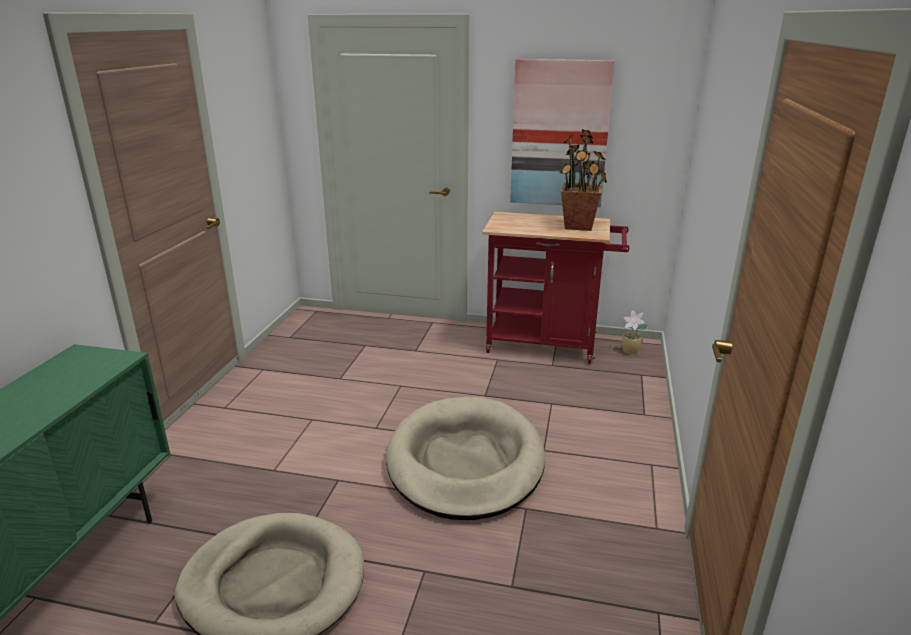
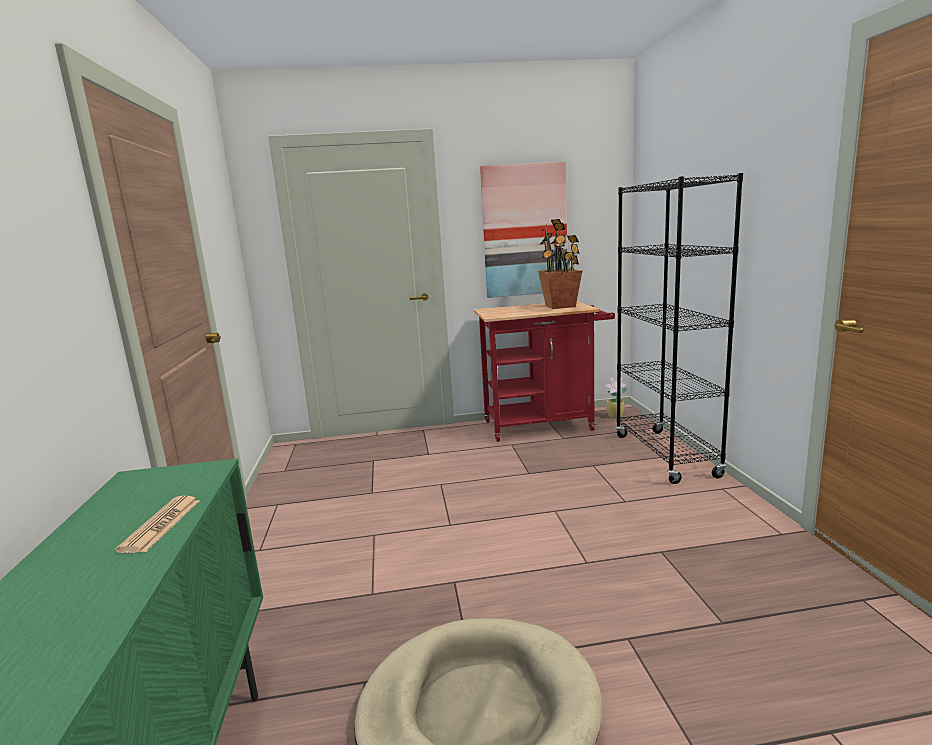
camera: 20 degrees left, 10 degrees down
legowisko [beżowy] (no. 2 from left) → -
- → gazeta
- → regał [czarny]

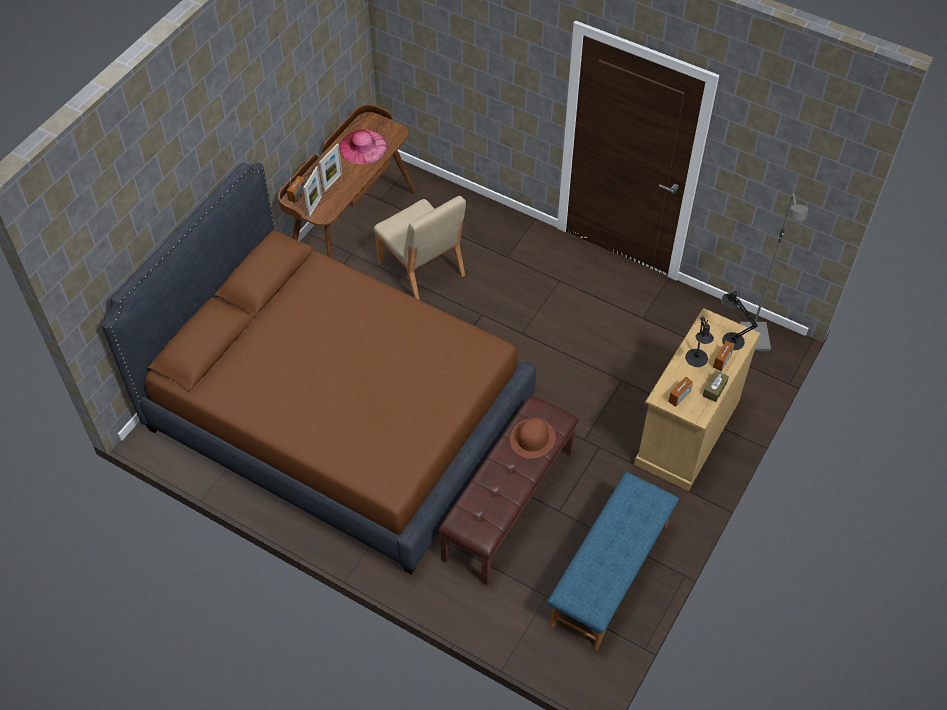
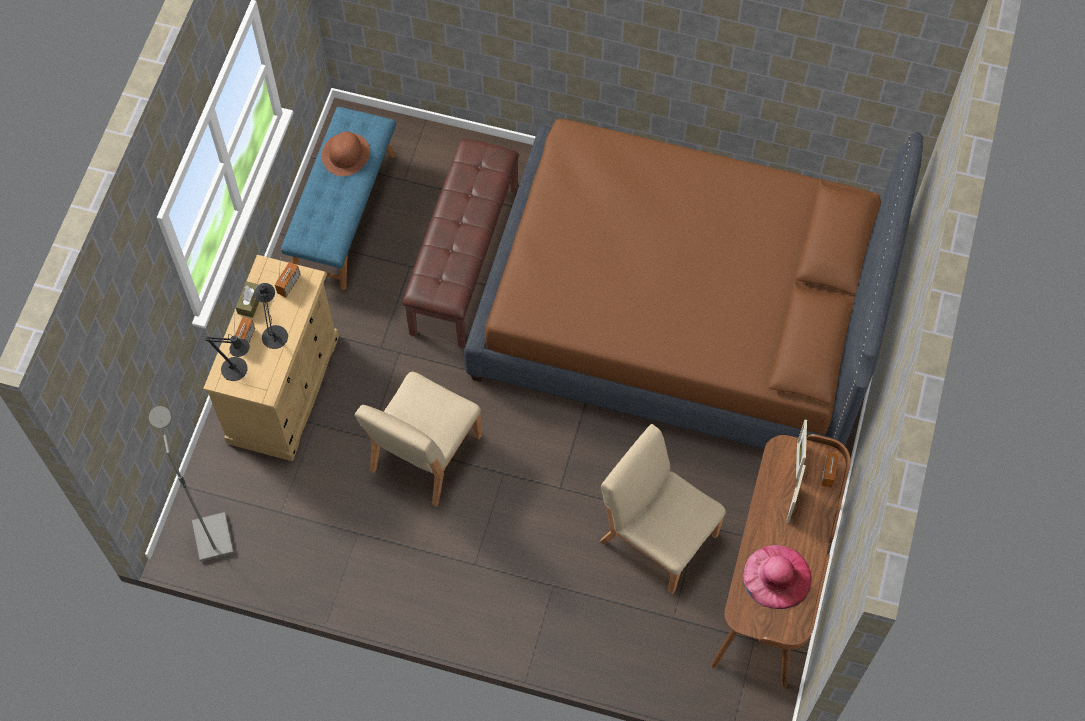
camera: 165 degrees right, 10 degrees up
kapelusz [brązowy], relocated
- → krzesło [beżowy] (no. 1 from left)

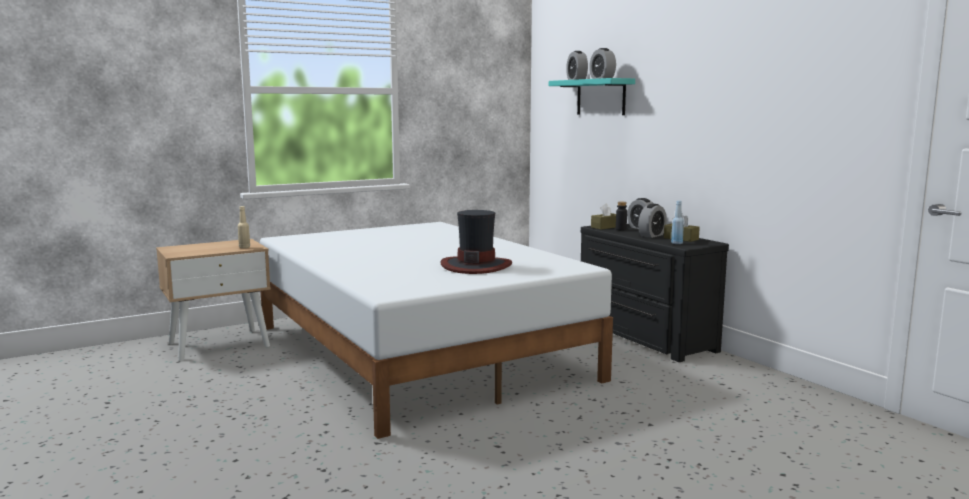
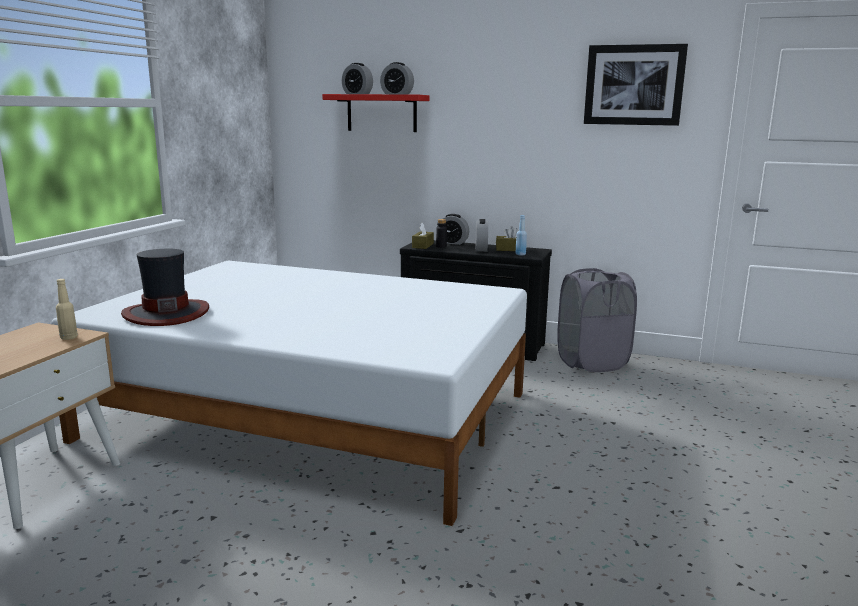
camera: 40 degrees left, 5 degrees up
kapelusz, relocated
półka [turkusowy] → półka [czerwony]
- → kosz na pranie [szary]
- → obraz

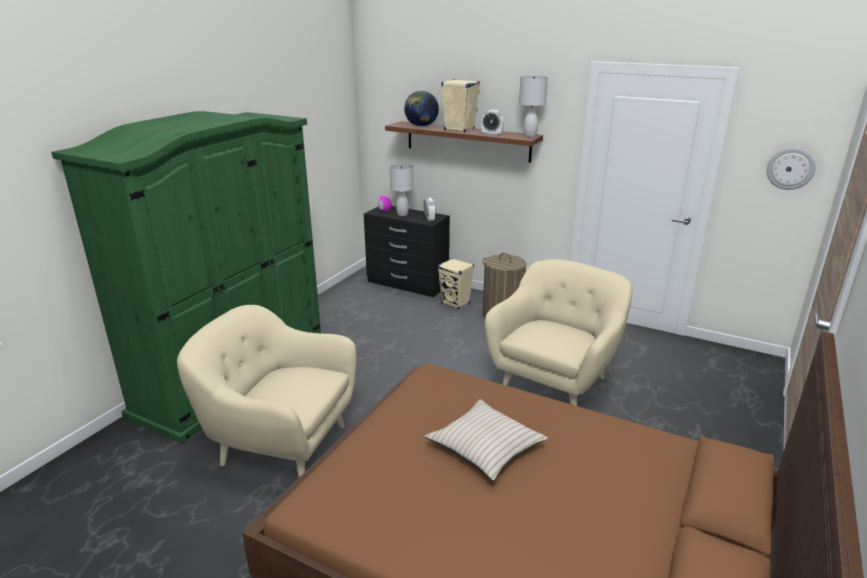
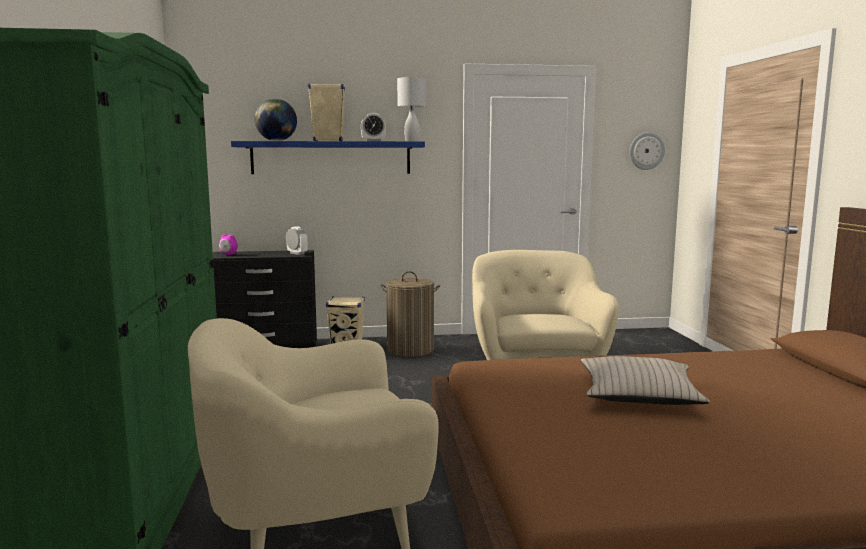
camera: 35 degrees left, 15 degrees down
półka [brązowy] → półka [niebieski]
lampa stołowa [biały] (no. 1 from left) → -

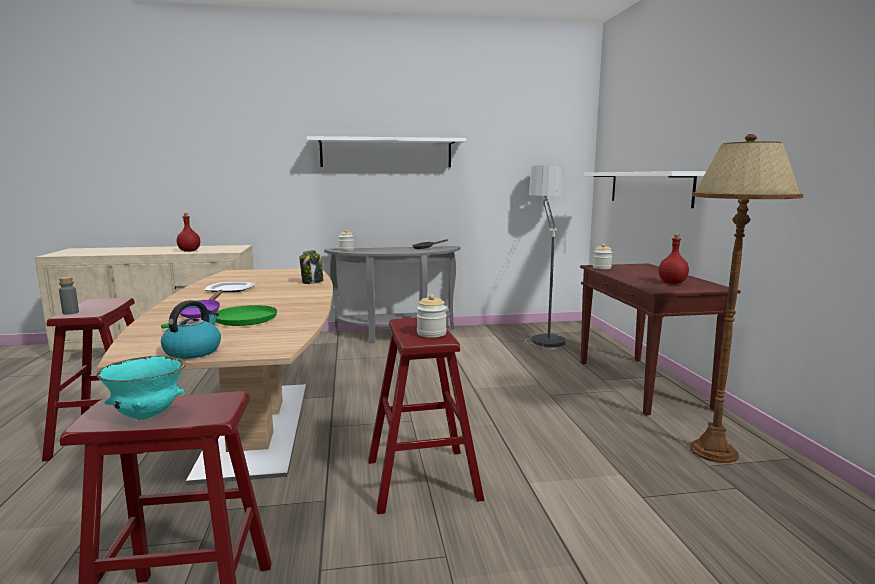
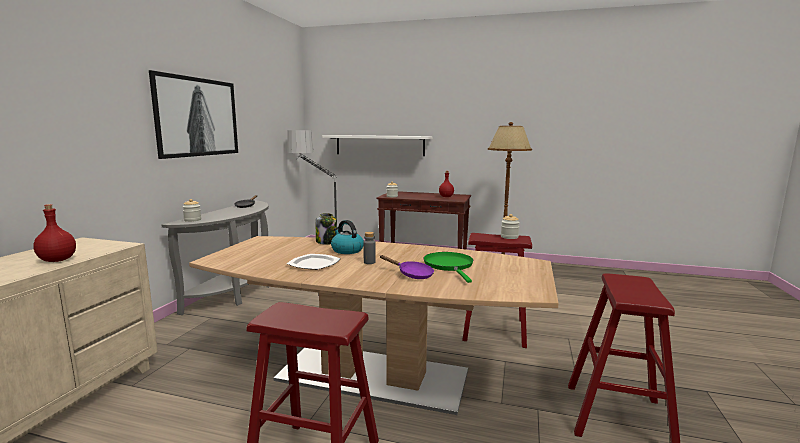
camera: 65 degrees left, 0 degrees up
butelka [szary], relocated
miska [turkusowy] → -
czajnik, relocated
półka [biały] (no. 1 from left) → obraz

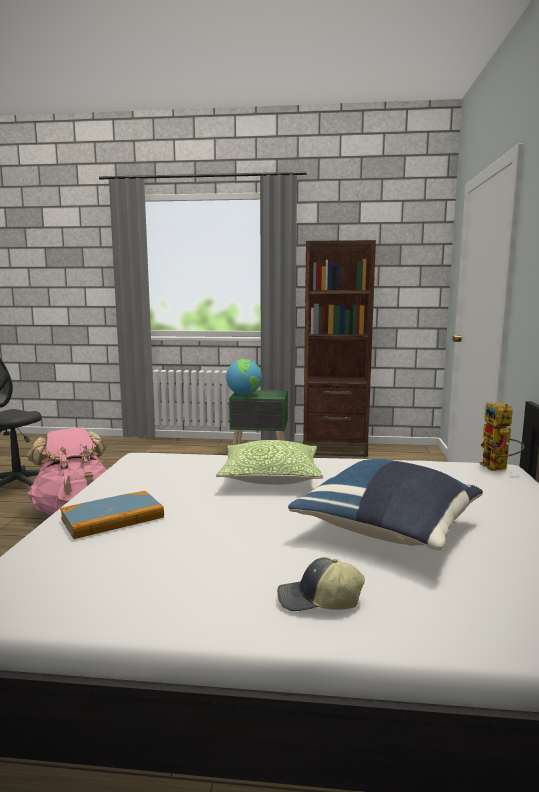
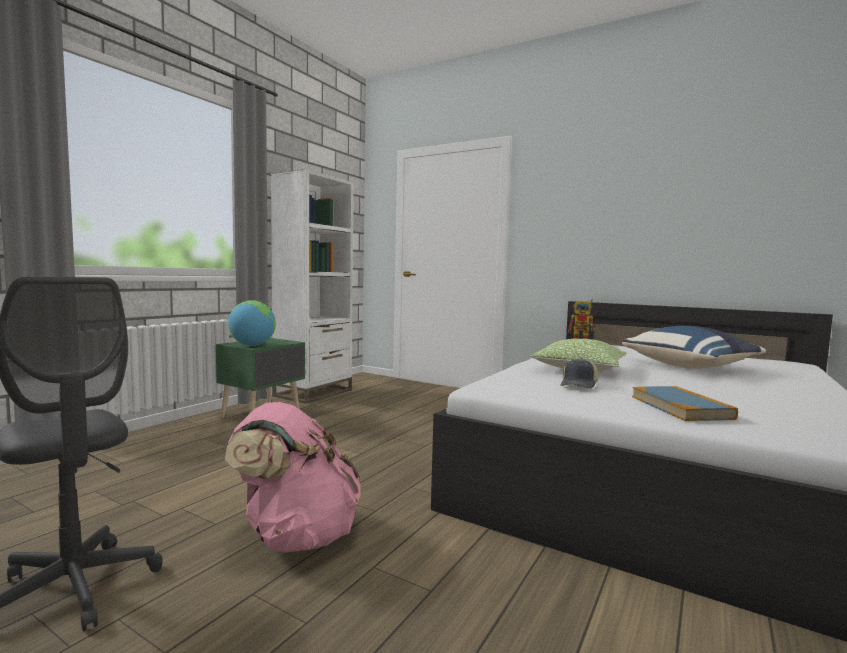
camera: 65 degrees left, 5 degrees down
czapka z daszkiem, relocated
regał [brązowy] → regał [biały]

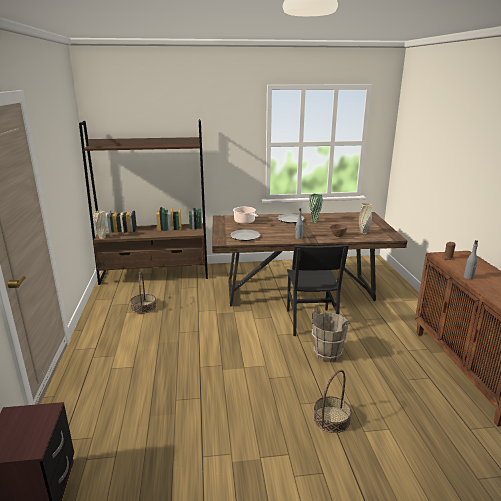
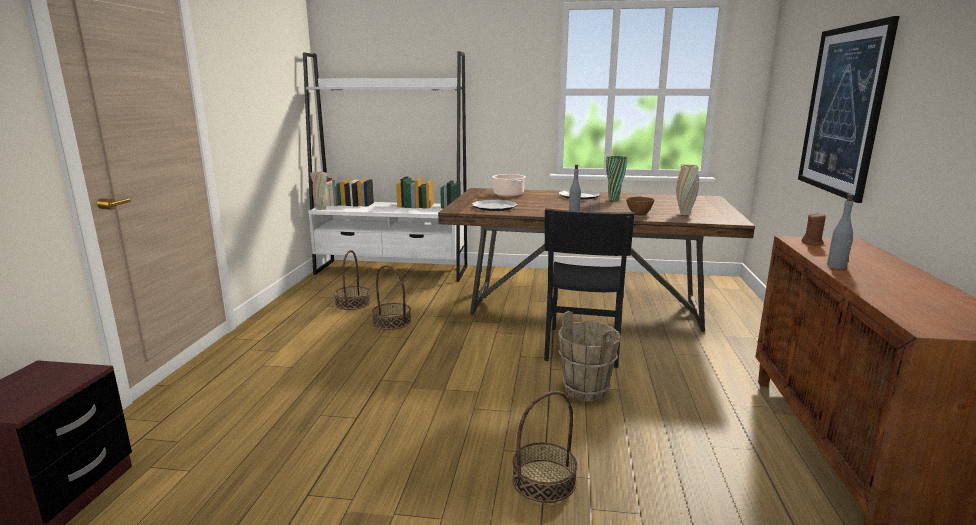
camera: 15 degrees right, 5 degrees down
regał [brązowy] → regał [biały]
- → koszyk (no. 2 from left)
- → obraz

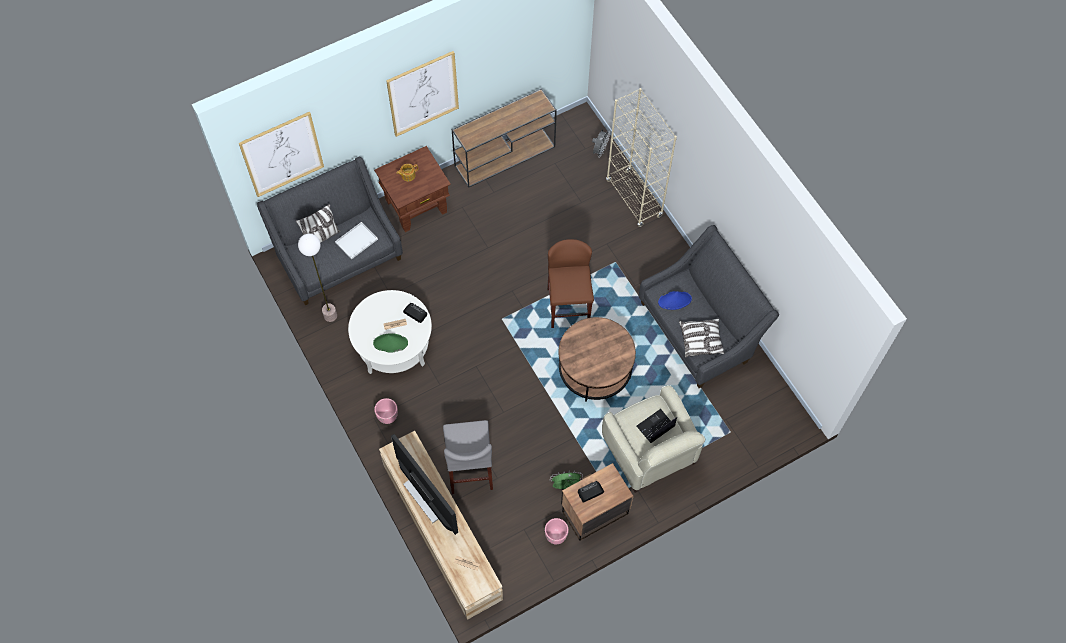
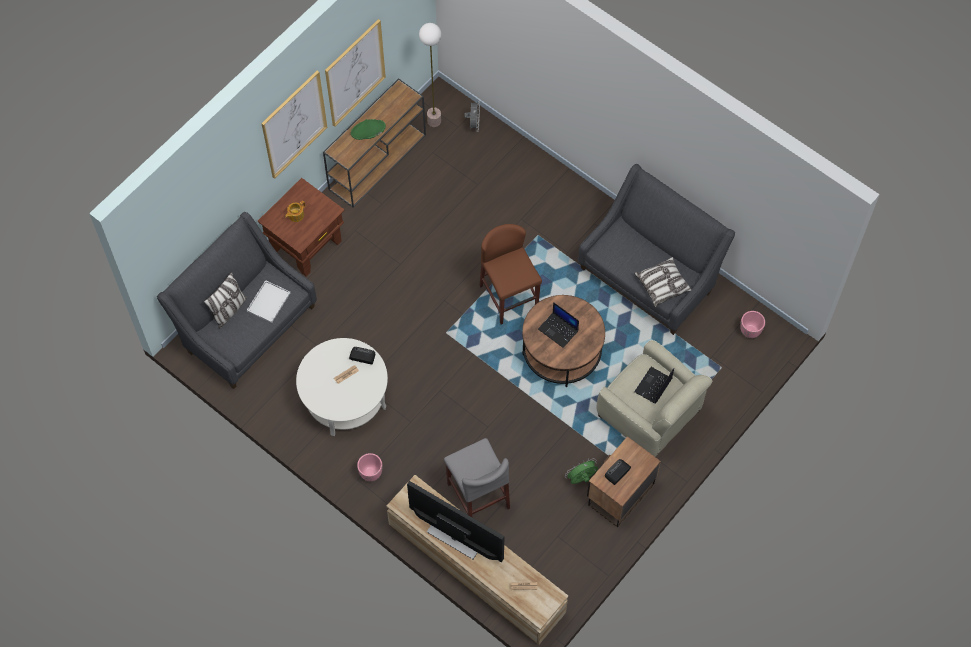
camera: 20 degrees left, 0 degrees up
obraz (no. 1 from left in the first image) → obraz (no. 2 from left), relocated
lampa stojąca, relocated
kapelusz [zielony], relocated
donica [różowy] (no. 2 from left), relocated
regał [beżowy] → -
kapelusz [niebieski] → -
- → laptop (no. 1 from left)

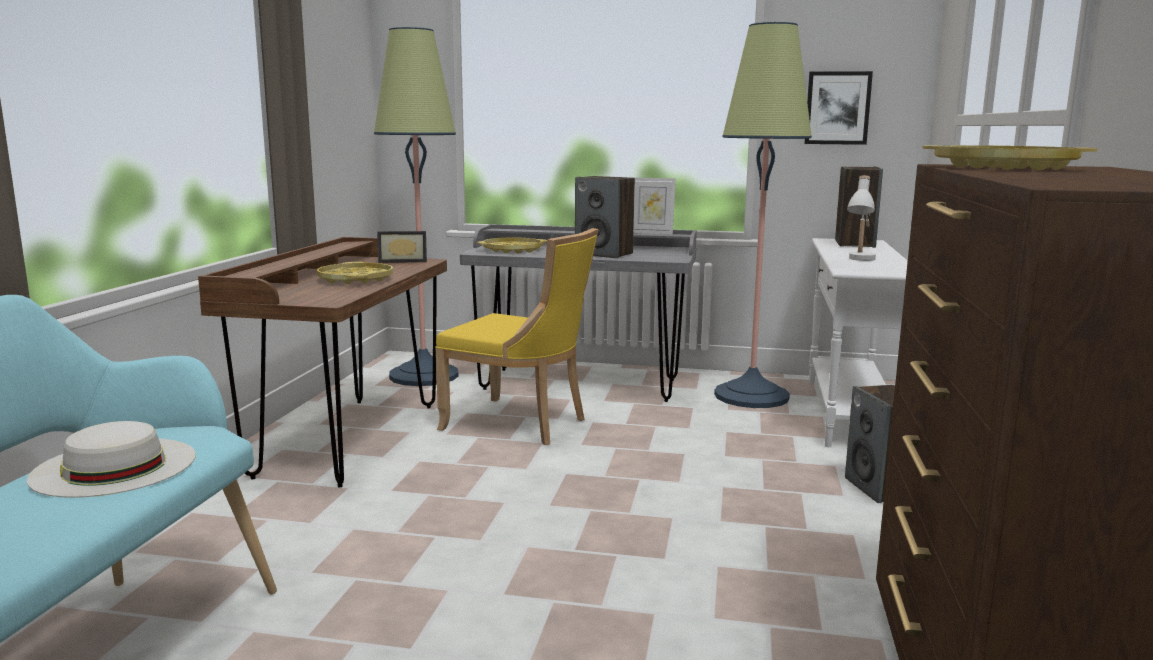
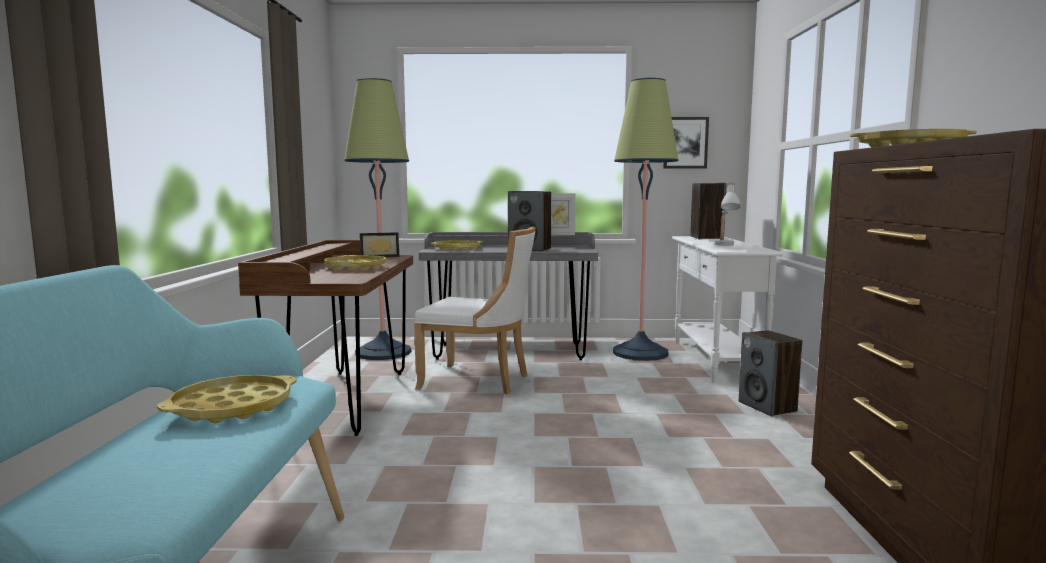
camera: 10 degrees left, 5 degrees down
kapelusz [biały] → taca [żółty] (no. 1 from left)
krzesło [żółty] → krzesło [biały]

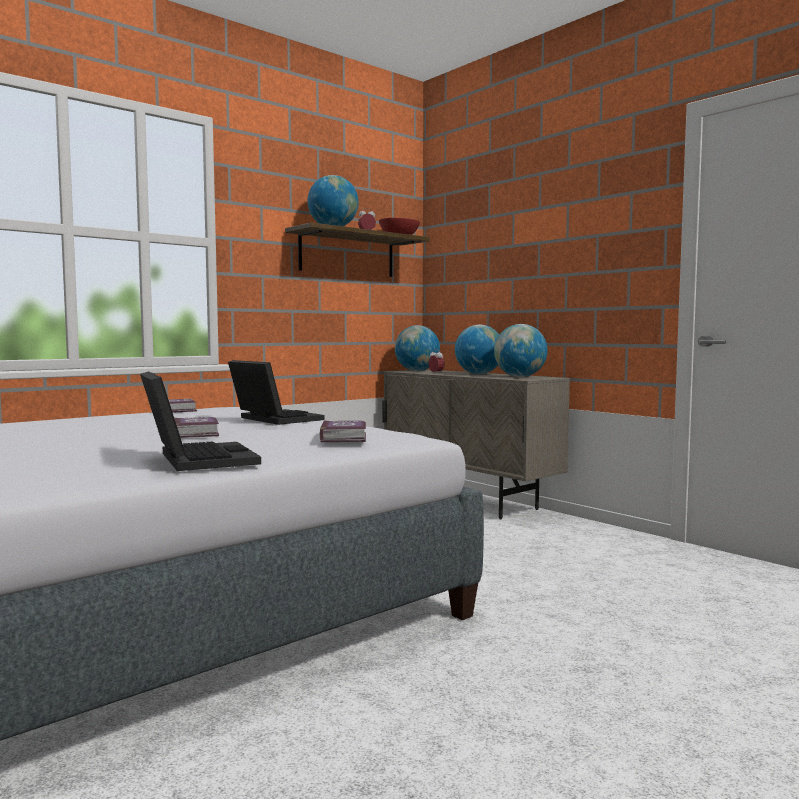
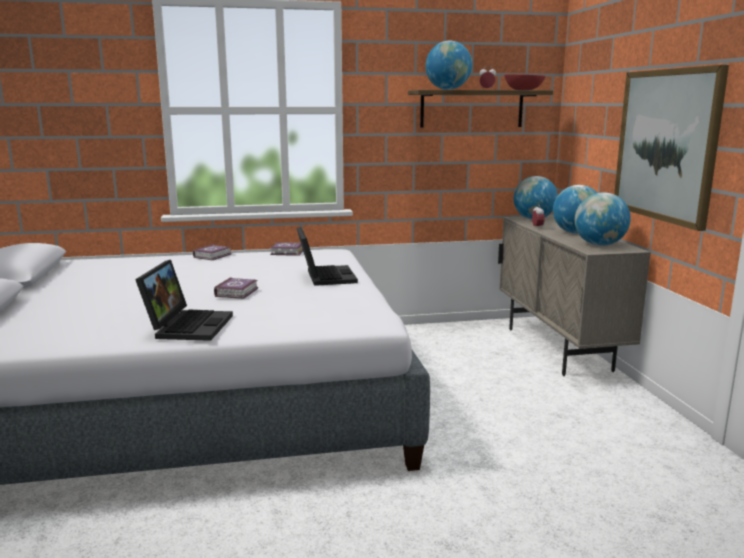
camera: 30 degrees right, 10 degrees up
książka (no. 3 from left in the first image) → książka (no. 1 from left), relocated
- → obraz

